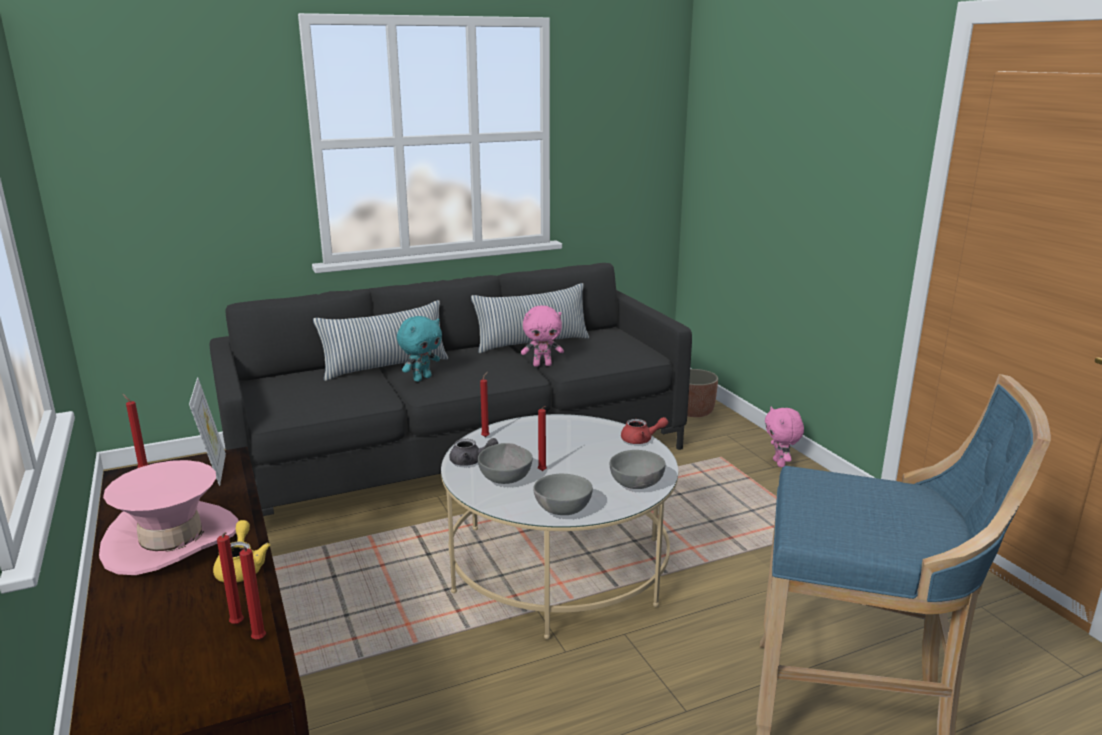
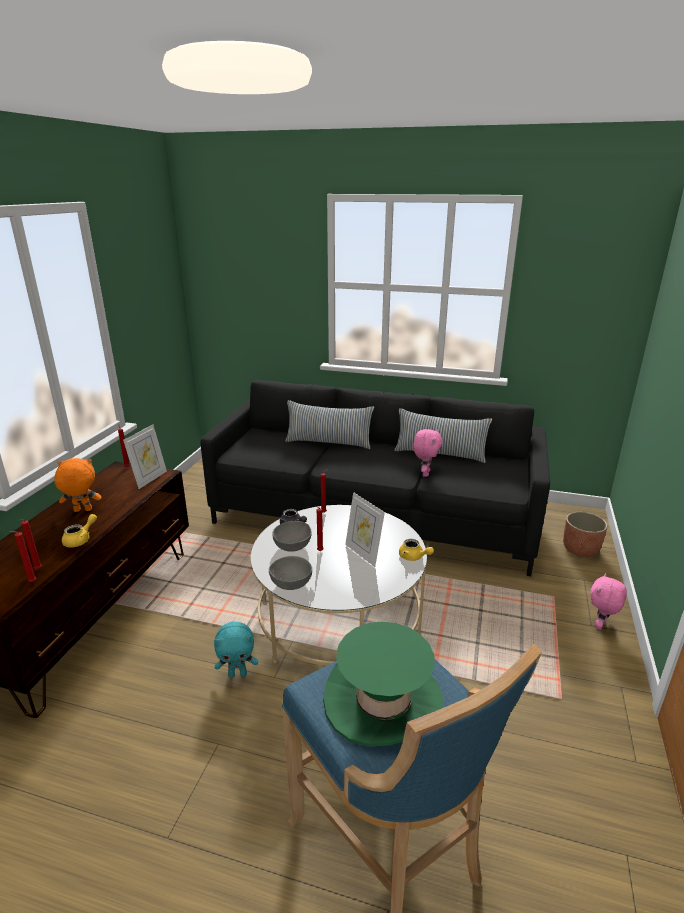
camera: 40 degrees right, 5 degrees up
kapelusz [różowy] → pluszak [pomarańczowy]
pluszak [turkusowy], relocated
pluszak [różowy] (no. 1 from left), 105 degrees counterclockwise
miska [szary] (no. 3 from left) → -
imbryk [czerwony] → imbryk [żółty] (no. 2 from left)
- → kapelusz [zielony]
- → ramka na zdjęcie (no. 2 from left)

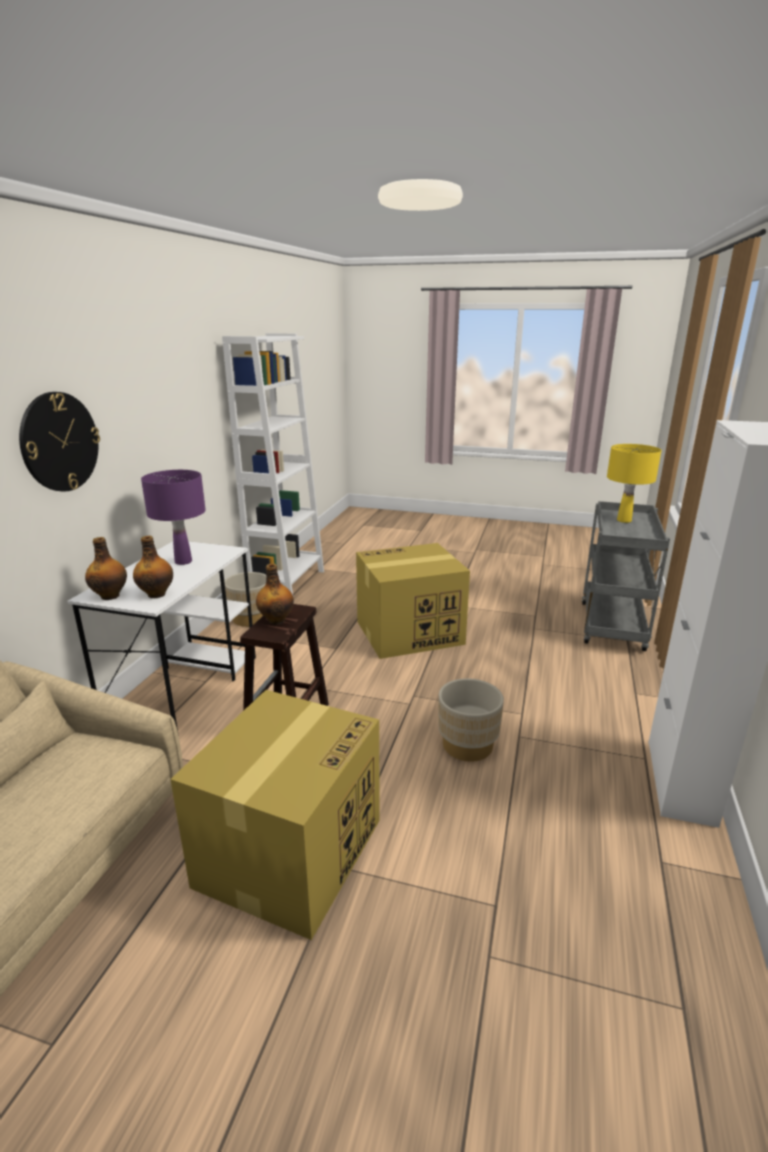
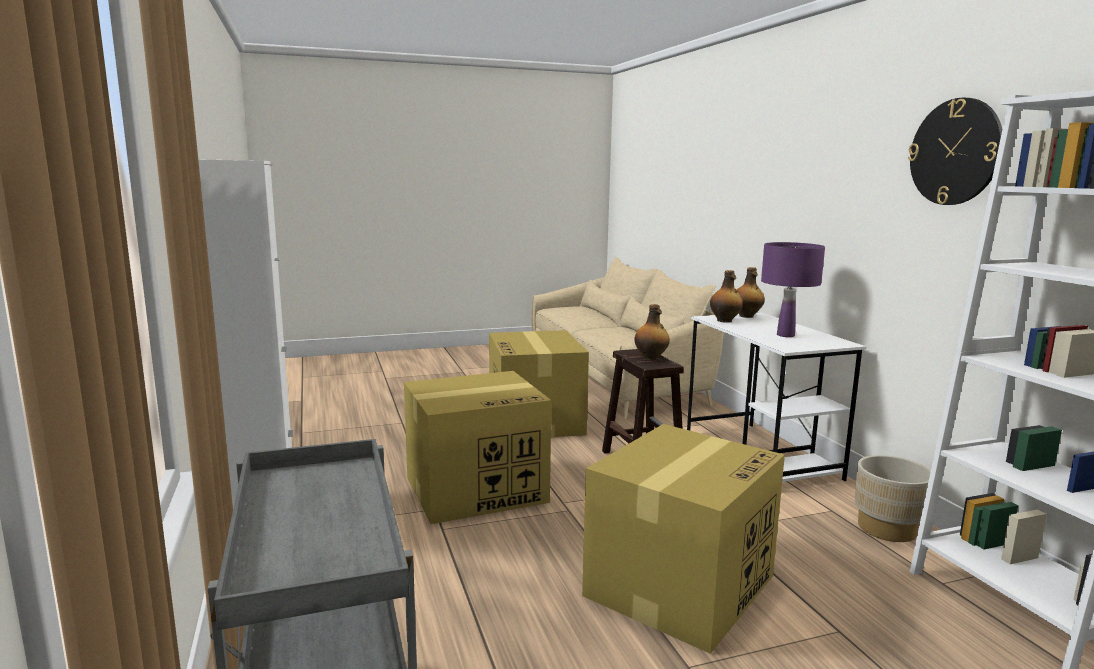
camera: 145 degrees right, 10 degrees down
zegar ścienny, relocated
donica [beżowy] (no. 2 from left) → karton (no. 1 from left)
lampa stołowa [żółty] → -

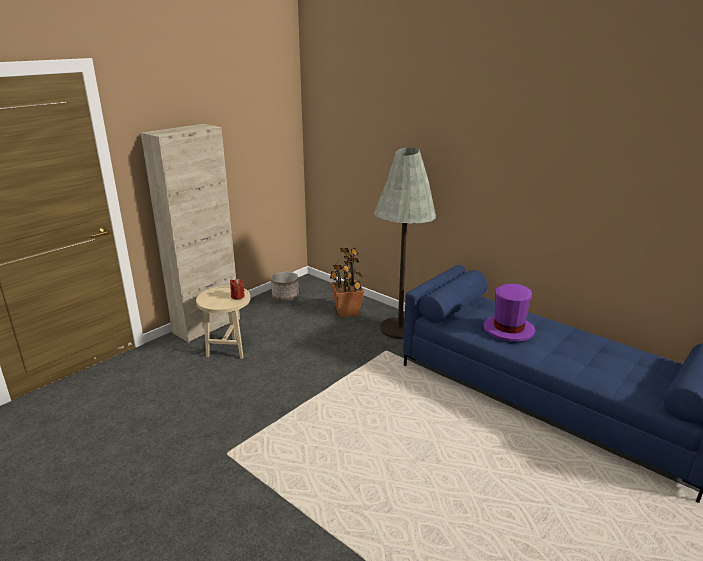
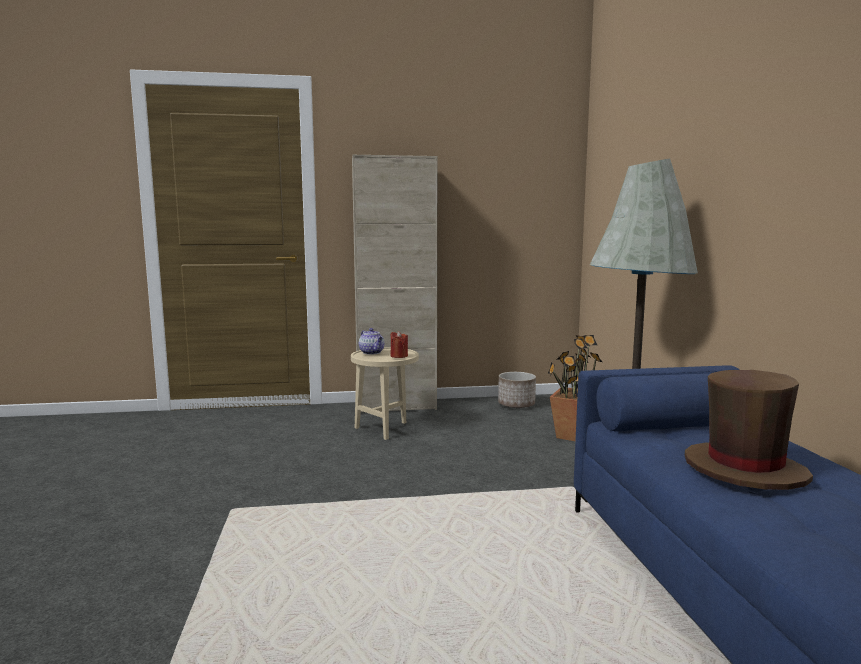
camera: 40 degrees right, 15 degrees down
kapelusz [fioletowy] → kapelusz [brązowy]
- → imbryk

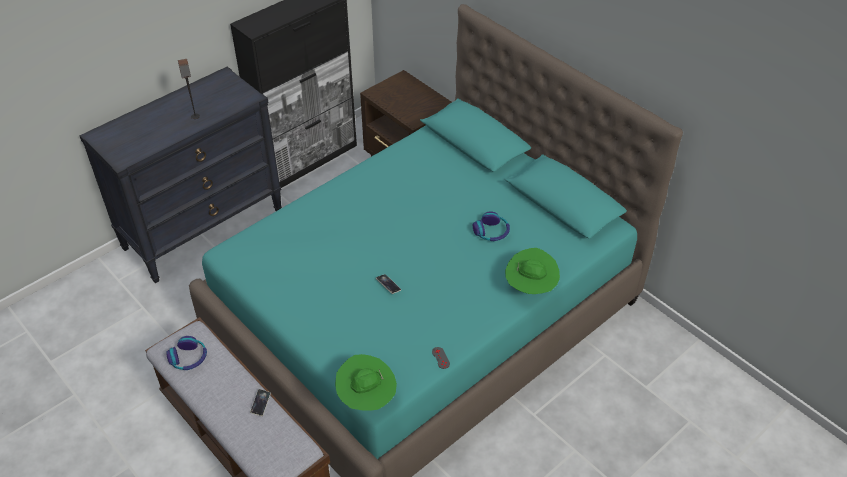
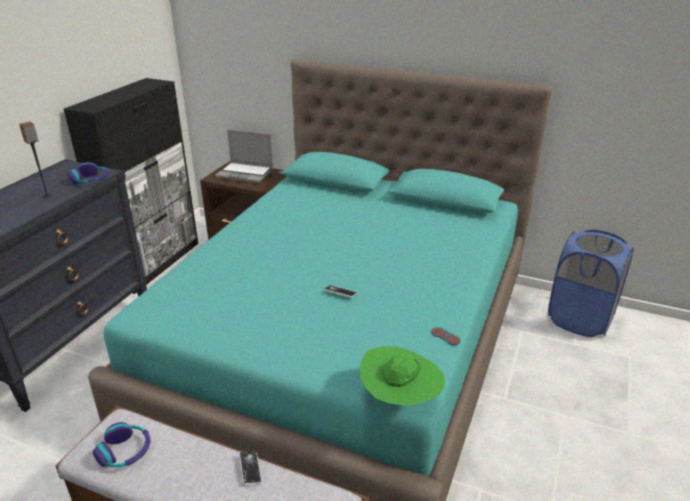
camera: 25 degrees left, 15 degrees down
słuchawki (no. 2 from left in the first image) → słuchawki (no. 1 from left), relocated
kapelusz [zielony] (no. 2 from left) → -
- → laptop
- → kosz na pranie [niebieski]

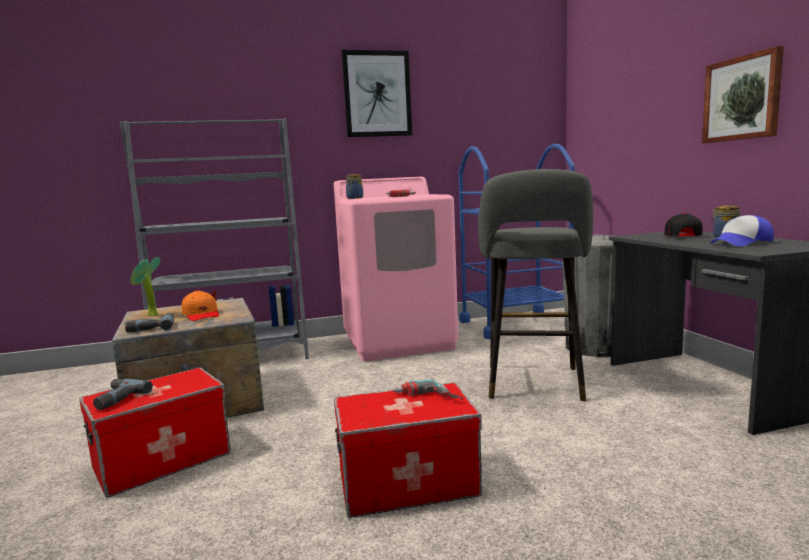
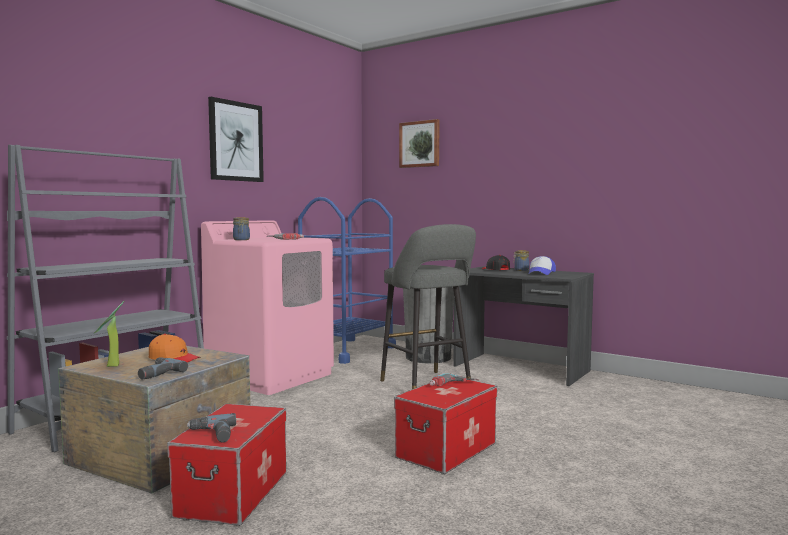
camera: 40 degrees left, 5 degrees down
obraz (no. 2 from left), relocated

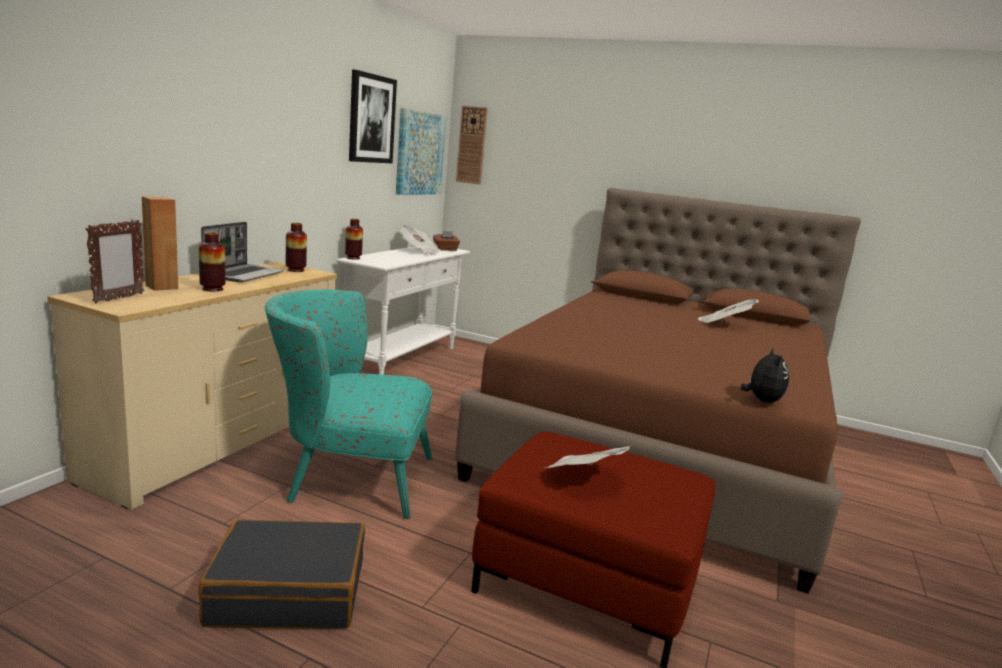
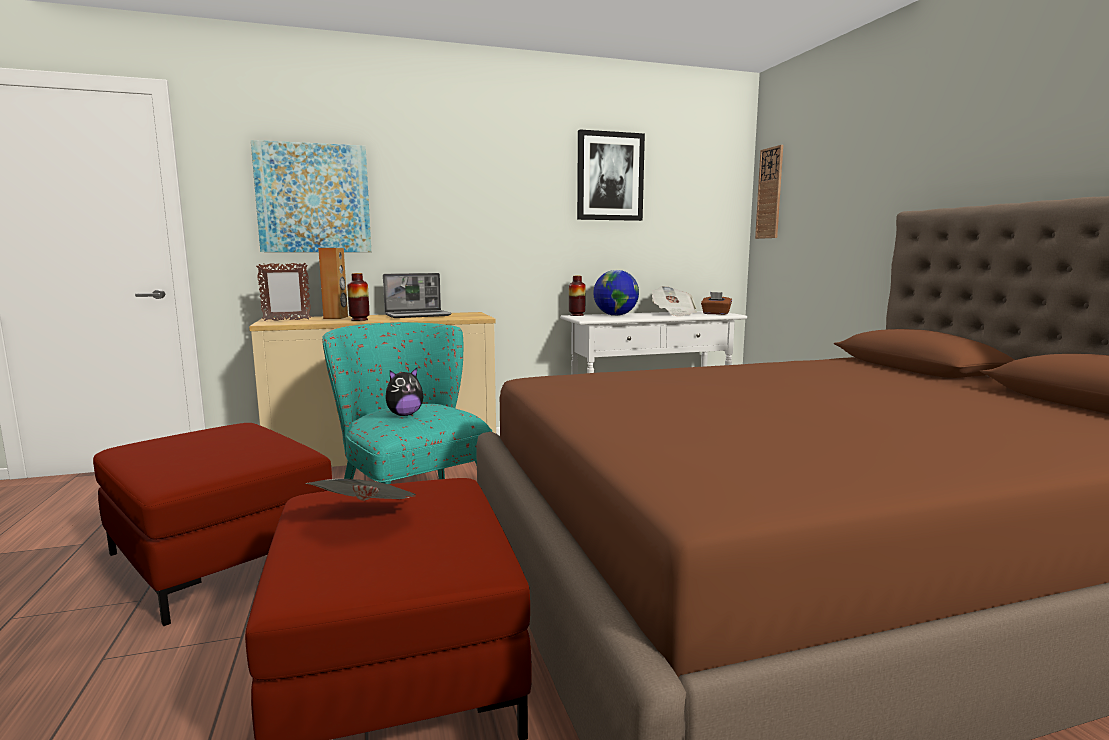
camera: 50 degrees right, 5 degrees down
walizka [czarny] → pufa [czerwony] (no. 1 from left)
wazon (no. 2 from left) → -
obraz (no. 2 from left in the first image) → obraz (no. 1 from left), relocated
gazeta (no. 3 from left) → -
pluszak, relocated
- → globus

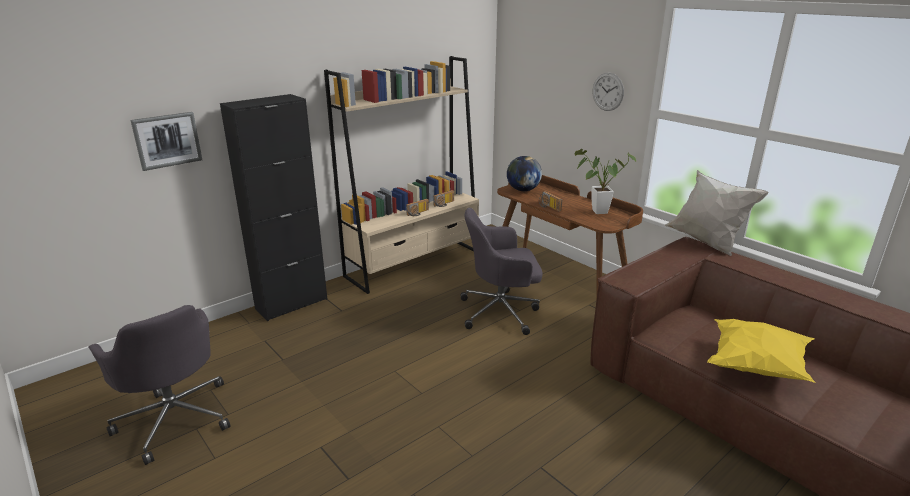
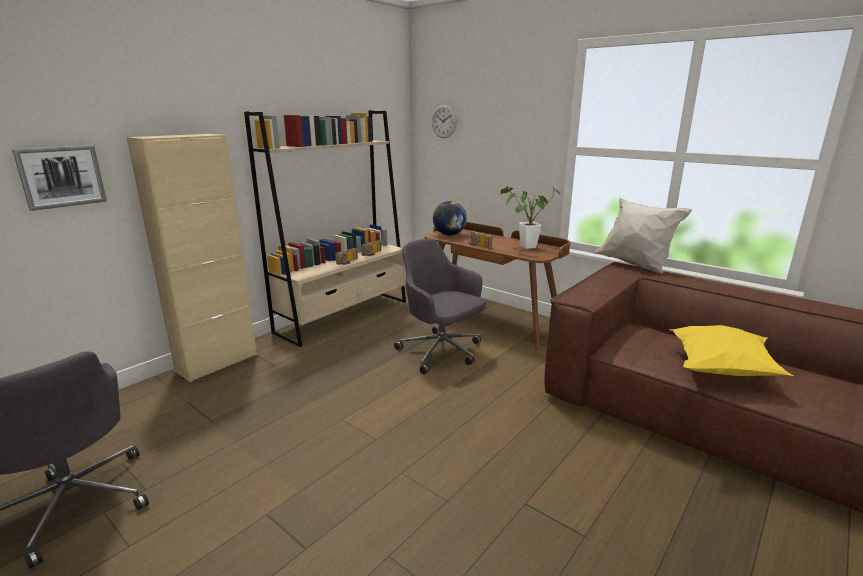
camera: 10 degrees left, 5 degrees down
szafka [czarny] → szafka [beżowy]
krzesło biurowe [szary] (no. 2 from left), 60 degrees clockwise
zegar ścienny, relocated

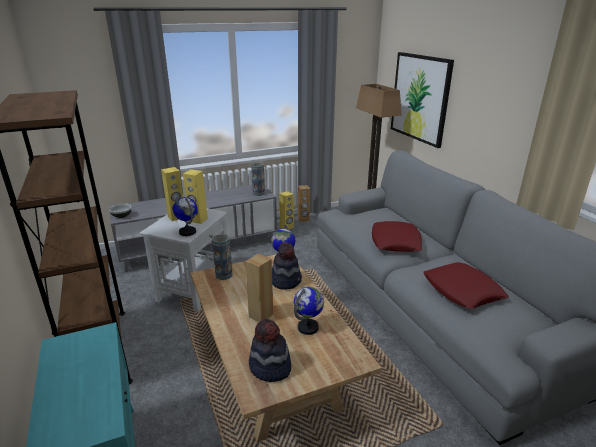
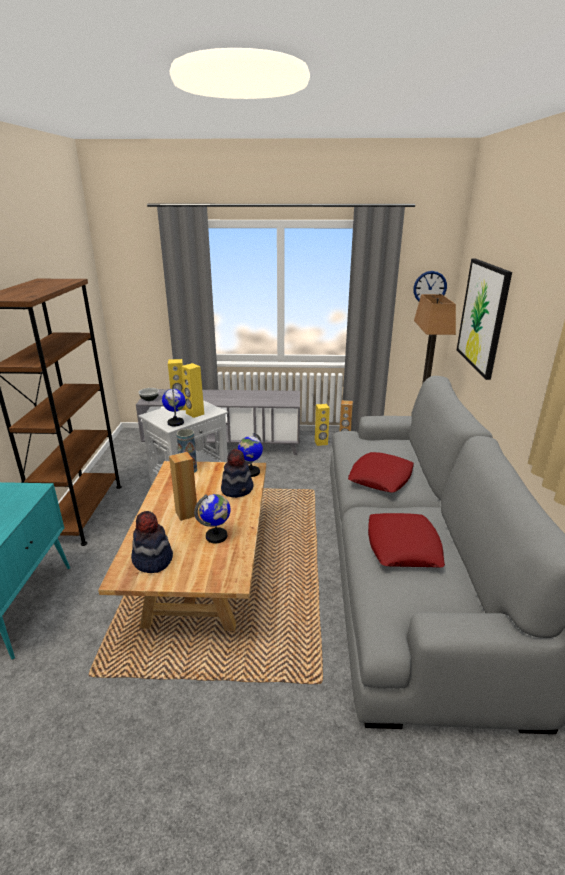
camera: 25 degrees right, 0 degrees up
wazon (no. 2 from left) → -
- → zegar ścienny

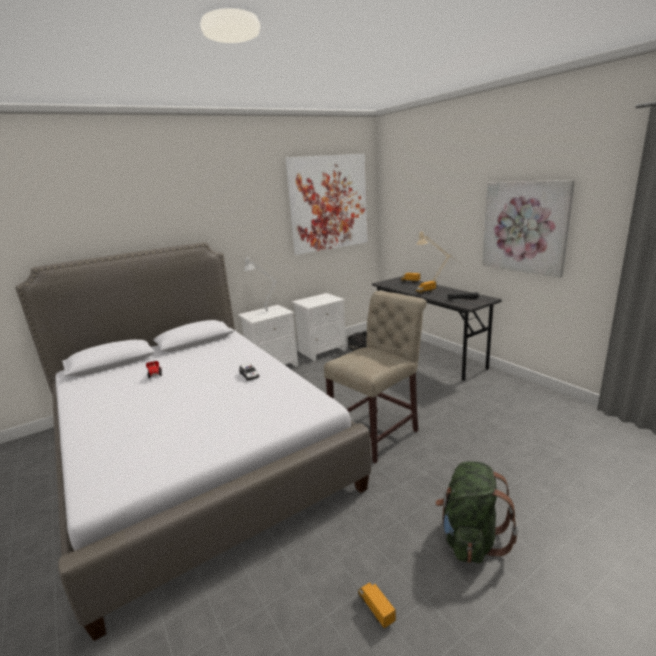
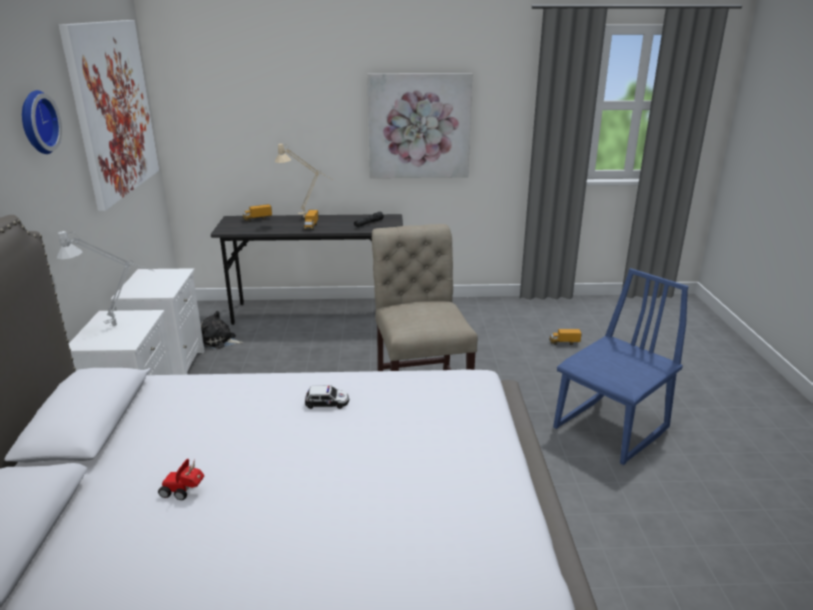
camera: 60 degrees left, 5 degrees up
ciężarówka zabawkowa (no. 1 from left in the first image) → ciężarówka zabawkowa (no. 3 from left), relocated
plecak [zielony] → krzesło [niebieski]
- → zegar ścienny

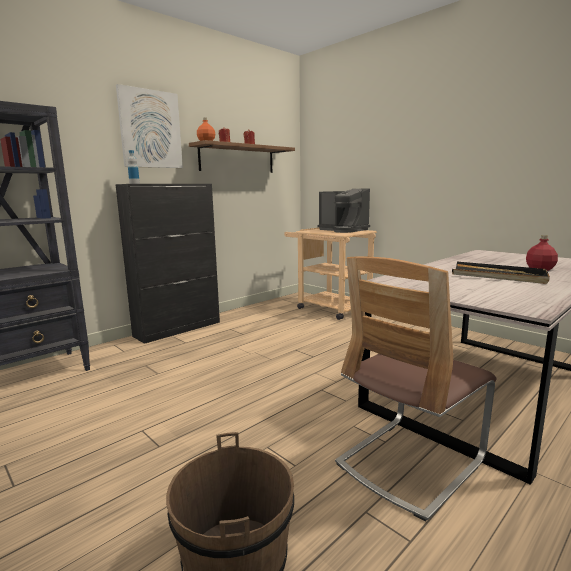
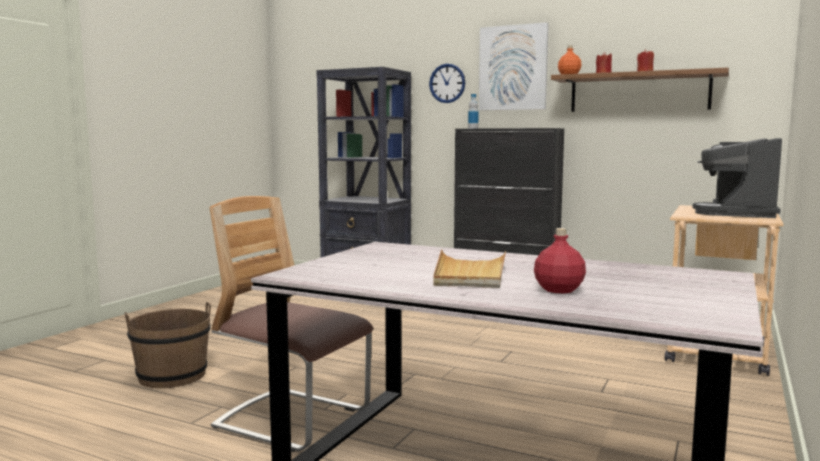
camera: 70 degrees right, 5 degrees down
taca [czarny] → taca [beżowy]
- → zegar ścienny

